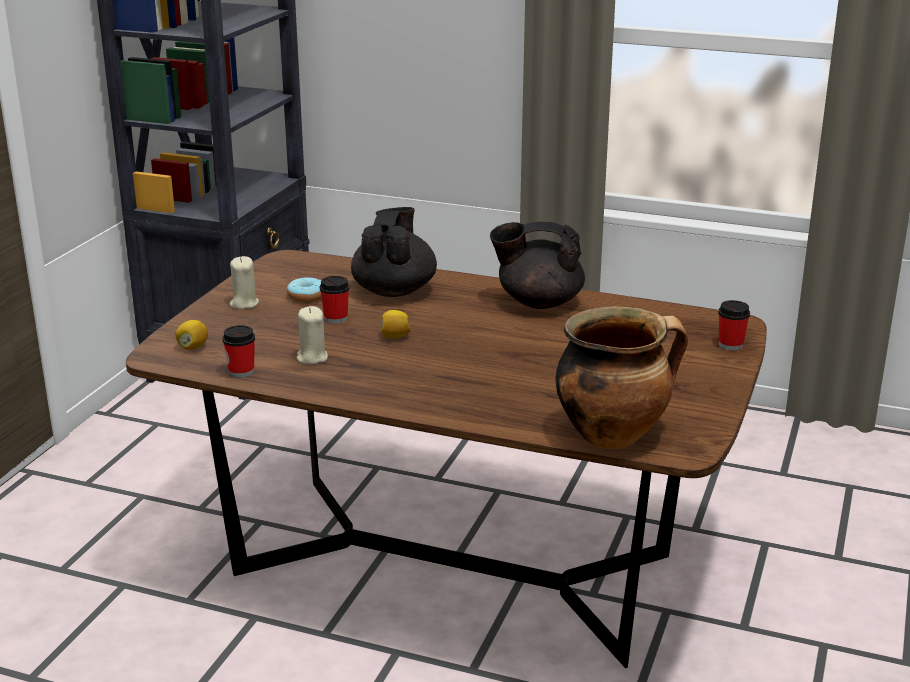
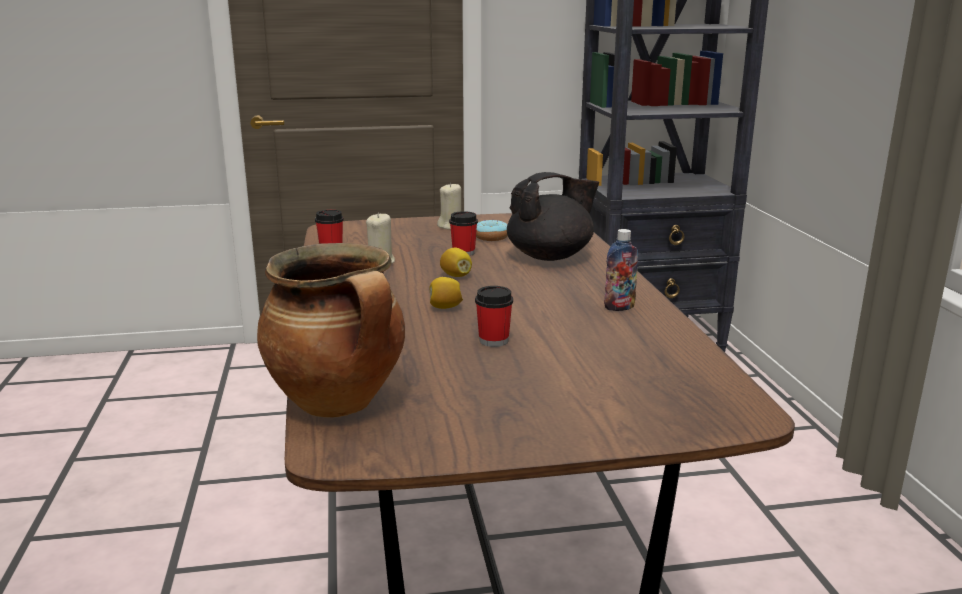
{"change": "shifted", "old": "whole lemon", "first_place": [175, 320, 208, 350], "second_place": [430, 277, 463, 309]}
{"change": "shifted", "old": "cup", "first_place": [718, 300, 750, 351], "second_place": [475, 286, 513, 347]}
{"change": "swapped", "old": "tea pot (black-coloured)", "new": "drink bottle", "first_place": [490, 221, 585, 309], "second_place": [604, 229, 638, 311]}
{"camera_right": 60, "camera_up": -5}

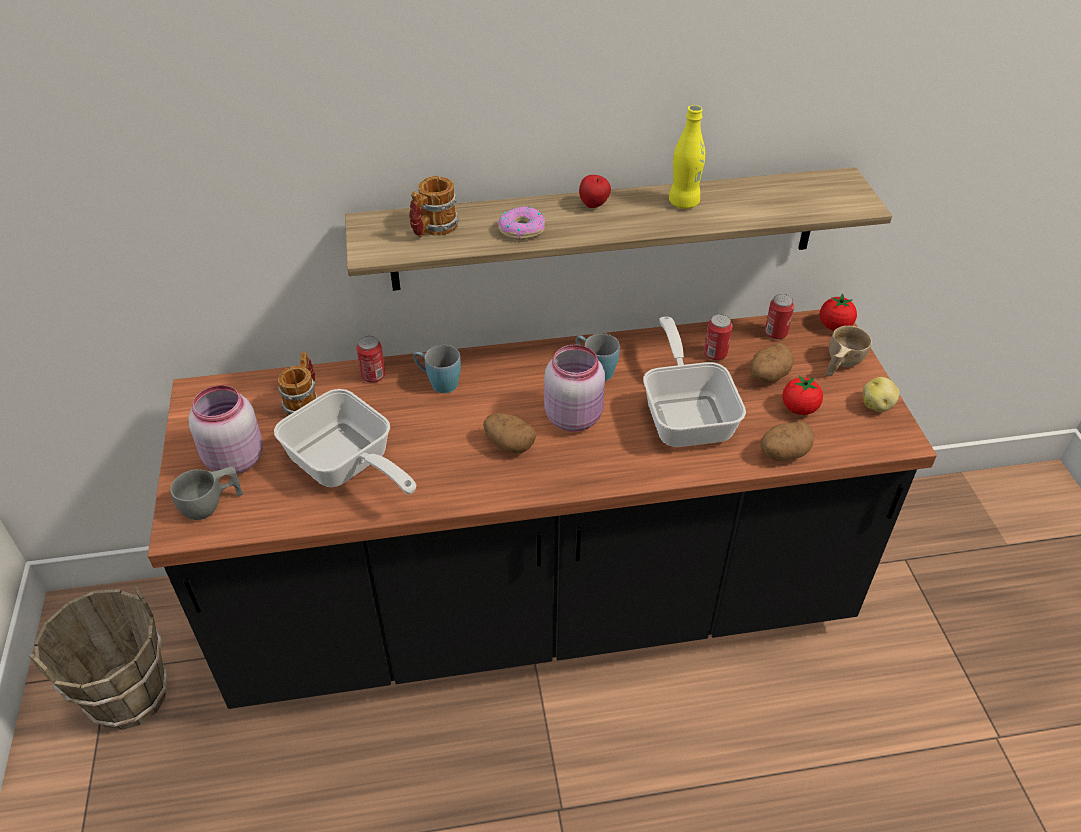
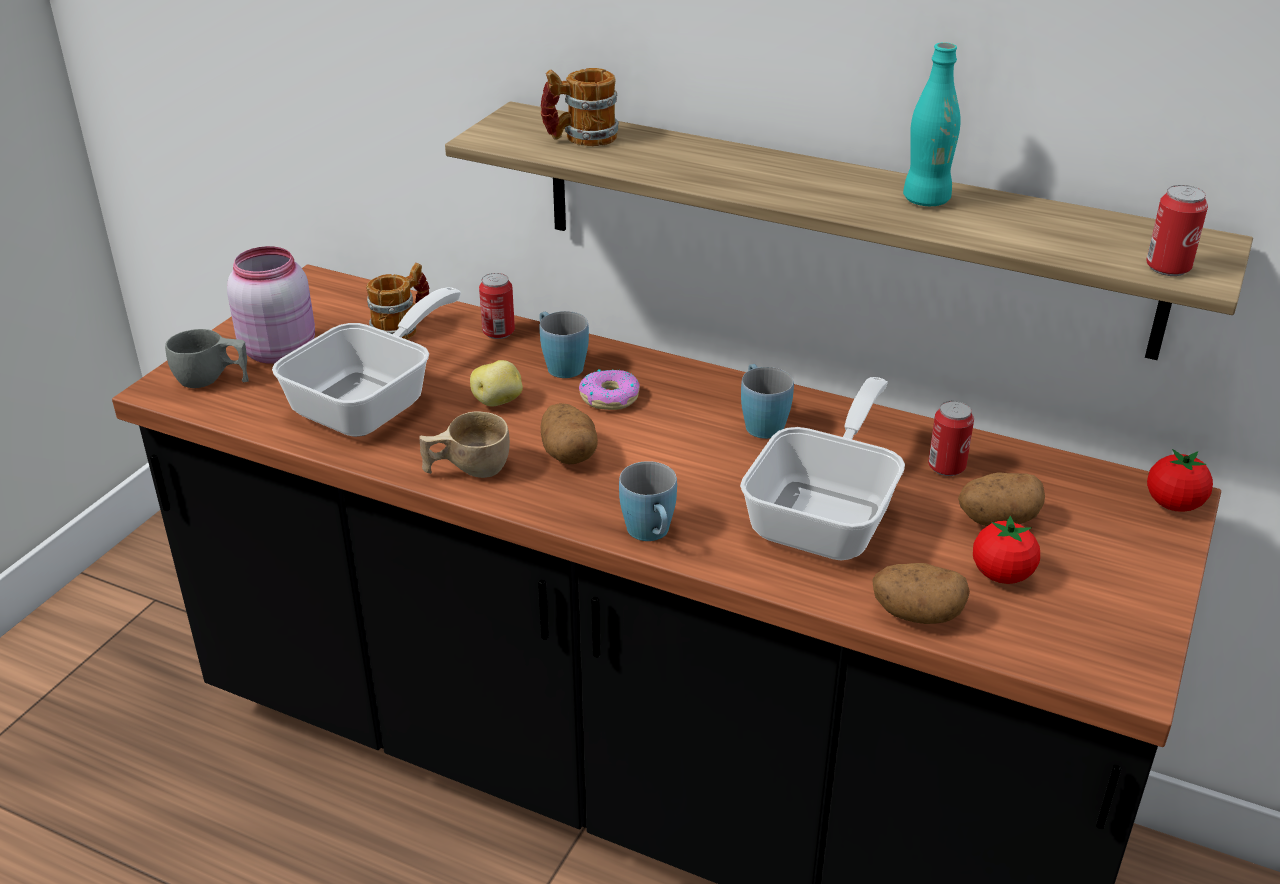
{"change": "gone", "old": "pail (brown)", "first_place": [29, 585, 168, 730]}
{"change": "gone", "old": "preserve jar (pink)", "first_place": [544, 345, 605, 432]}
{"change": "gone", "old": "apple fruit", "first_place": [579, 175, 611, 208]}
{"change": "new", "new": "coffee mug (blue)", "second_place": [619, 461, 677, 541]}
{"change": "shifted", "old": "ring doughnut", "first_place": [498, 206, 545, 240], "second_place": [579, 369, 640, 410]}
{"change": "shifted", "old": "sealed can", "first_place": [765, 294, 794, 340], "second_place": [1146, 185, 1208, 276]}
{"change": "shifted", "old": "cup (sand-coloured)", "first_place": [825, 326, 872, 376], "second_place": [419, 412, 510, 478]}
{"change": "shifted", "old": "whole potato", "first_place": [863, 377, 900, 412], "second_place": [470, 360, 523, 407]}
{"change": "repainted", "old": "drink bottle (yellow-coloured)", "new": "drink bottle (turquoise-coloured)", "first_place": [669, 105, 705, 209], "second_place": [903, 43, 961, 206]}
{"change": "rotated", "old": "skillet", "first_place": [274, 389, 416, 495], "second_place": [272, 287, 461, 437], "degrees": -135}
{"camera_right": 35, "camera_up": -10}

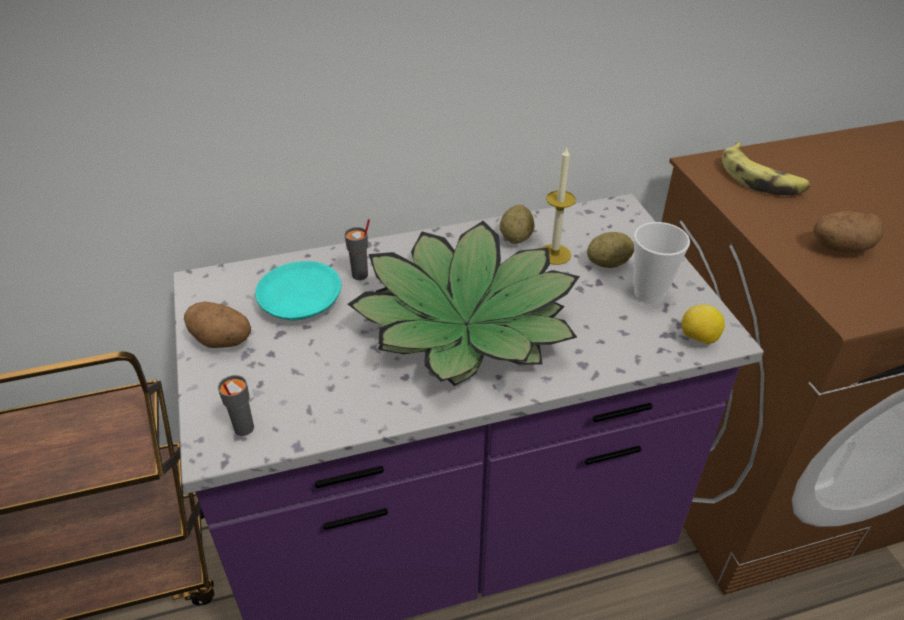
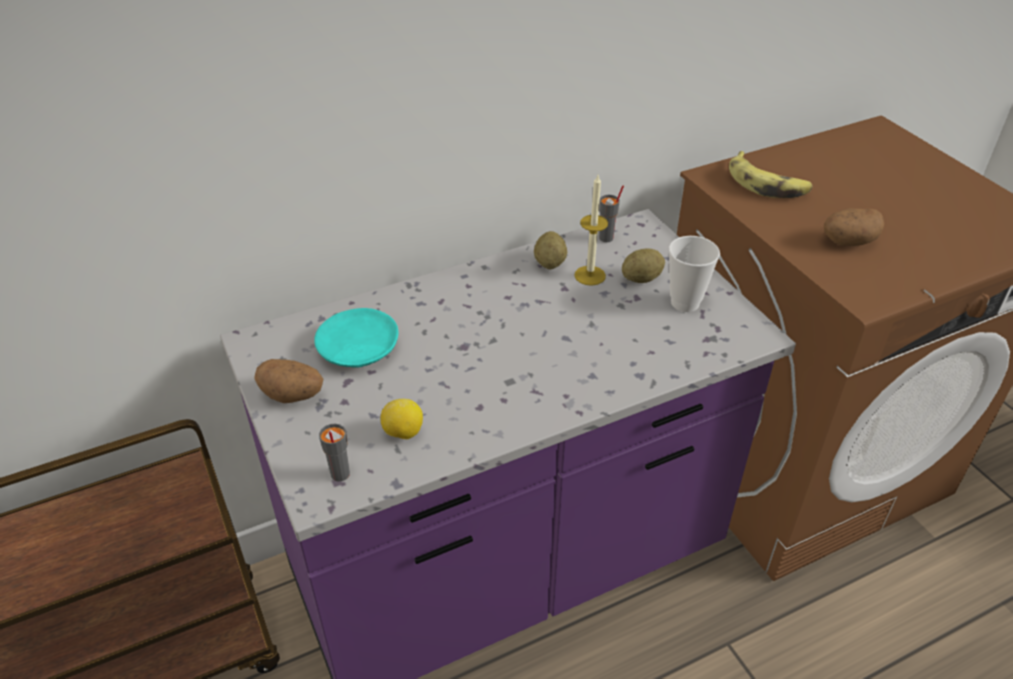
{"change": "gone", "old": "plant in a pot", "first_place": [348, 221, 580, 386]}
{"change": "shifted", "old": "cup (greyish)", "first_place": [344, 219, 370, 280], "second_place": [599, 186, 624, 242]}
{"change": "shifted", "old": "whole lemon", "first_place": [682, 305, 725, 345], "second_place": [381, 399, 423, 439]}
{"camera_right": -10, "camera_up": 0}

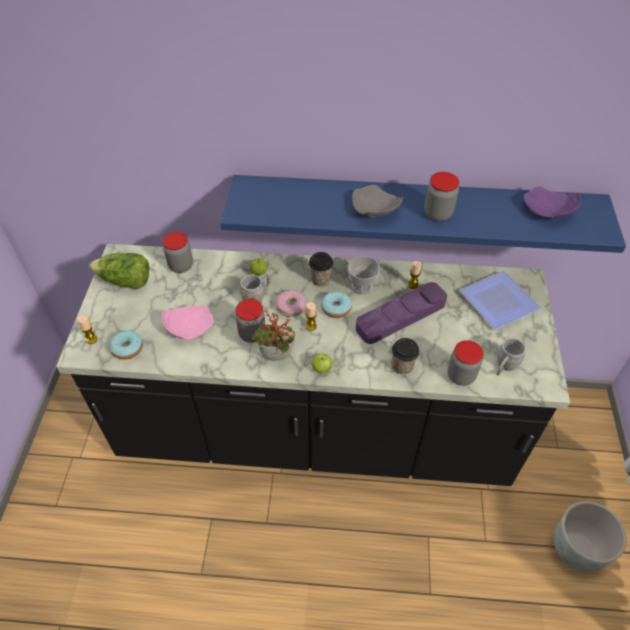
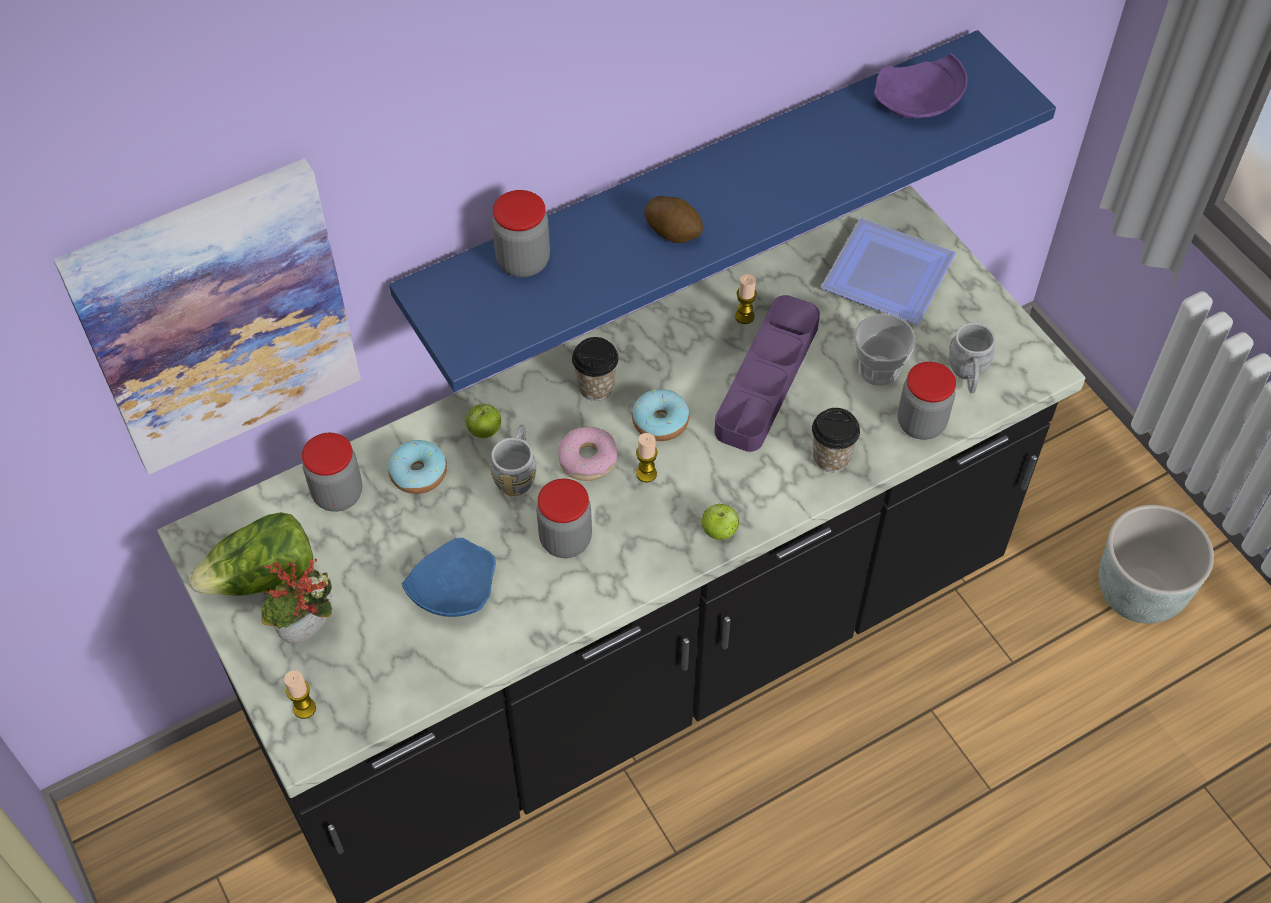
{"change": "new", "new": "wall picture", "second_place": [53, 158, 361, 475]}
{"change": "shifted", "old": "ring doughnut", "first_place": [109, 330, 143, 360], "second_place": [388, 440, 447, 494]}
{"change": "shifted", "old": "plant in a pot", "first_place": [252, 310, 295, 361], "second_place": [261, 558, 332, 644]}
{"change": "shifted", "old": "cup", "first_place": [348, 256, 380, 295], "second_place": [854, 314, 916, 386]}
{"change": "shifted", "old": "preserve jar", "first_place": [424, 172, 459, 221], "second_place": [492, 190, 550, 277]}
{"change": "swapped", "old": "dinner plate (greyish)", "new": "whole potato", "first_place": [352, 185, 403, 217], "second_place": [645, 196, 703, 243]}
{"change": "repainted", "old": "dinner plate (pink)", "new": "dinner plate (blue)", "first_place": [162, 306, 213, 339], "second_place": [401, 538, 496, 617]}
{"camera_right": -35, "camera_up": 5}

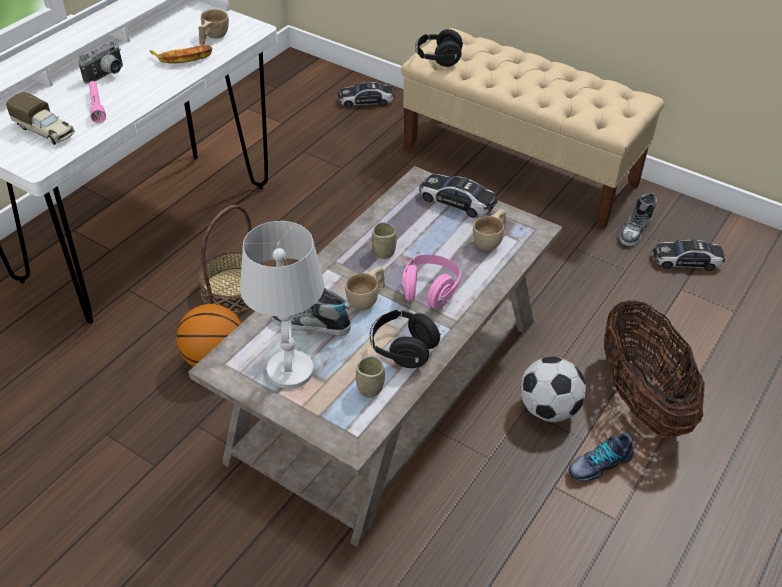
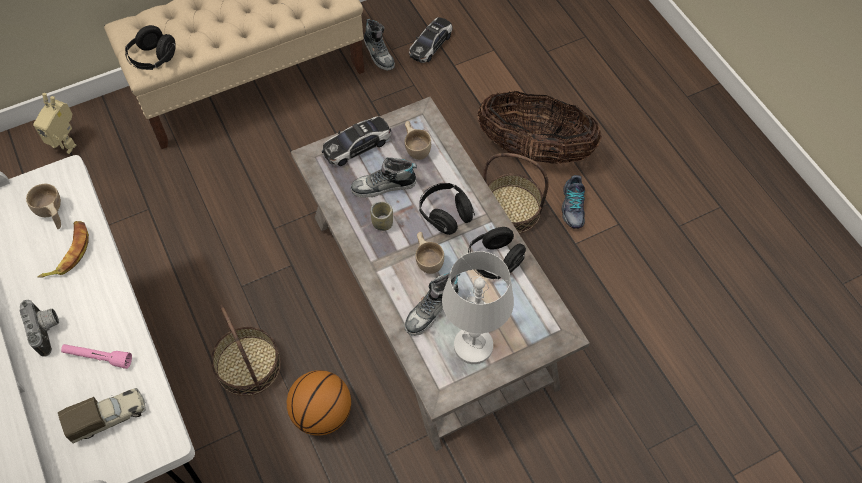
{"change": "gone", "old": "cup", "first_place": [356, 356, 385, 398]}
{"change": "new", "new": "item of footwear", "second_place": [351, 157, 417, 198]}
{"change": "swapped", "old": "toy car", "new": "robot figure", "first_place": [338, 81, 395, 108], "second_place": [33, 93, 76, 154]}
{"change": "swapped", "old": "football ball", "new": "storage basket", "first_place": [521, 356, 586, 422], "second_place": [483, 153, 549, 234]}
{"change": "repainted", "old": "headphones (pink)", "new": "headphones (black-coloured)", "first_place": [401, 255, 461, 309], "second_place": [419, 183, 475, 235]}
{"camera_right": -60, "camera_up": 15}

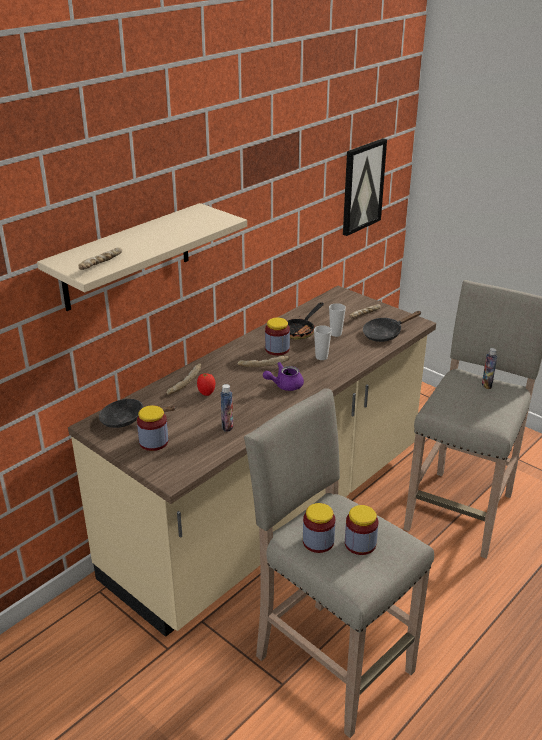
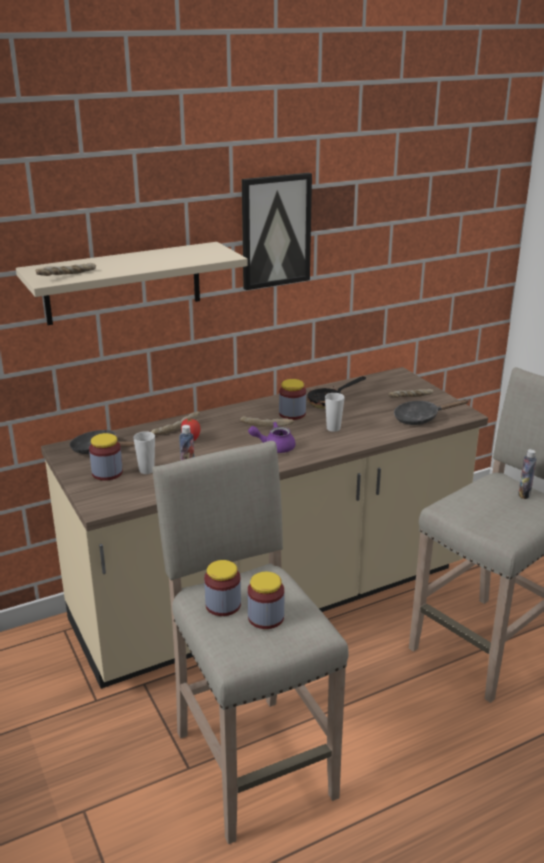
{"change": "shifted", "old": "cup", "first_place": [329, 303, 346, 337], "second_place": [133, 432, 155, 474]}
{"change": "shifted", "old": "wall picture", "first_place": [343, 138, 387, 236], "second_place": [242, 173, 312, 290]}
{"camera_right": 20, "camera_up": -5}

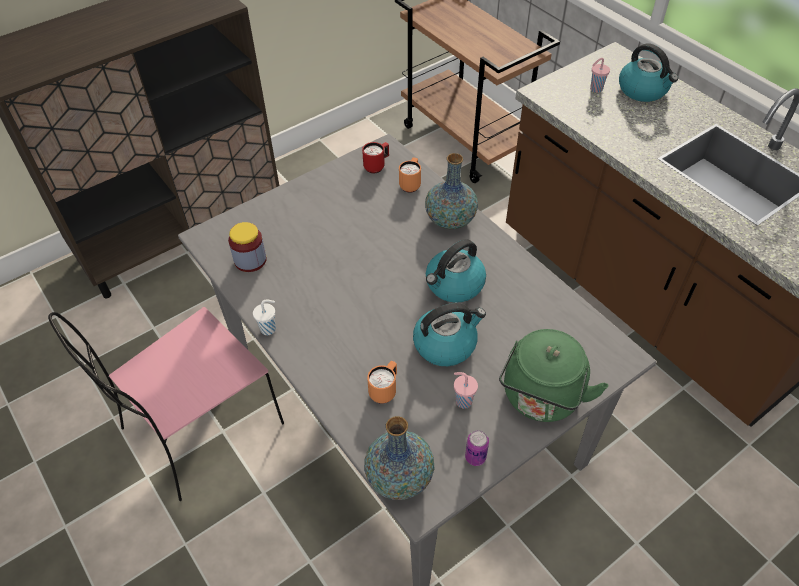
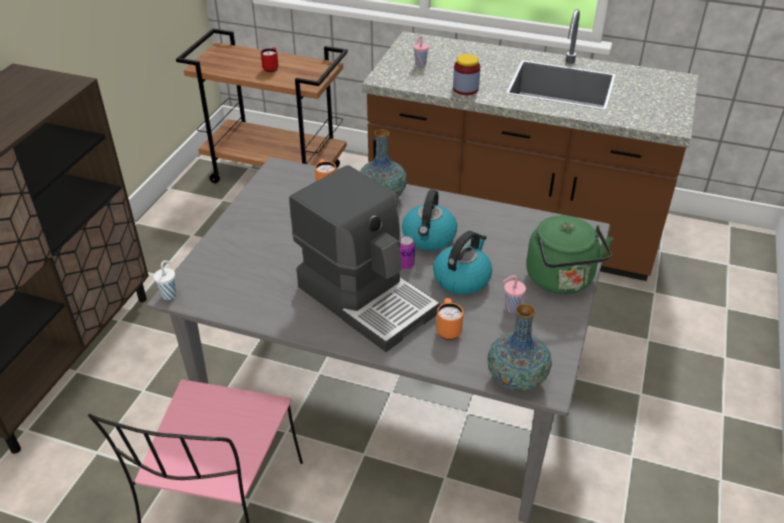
{"change": "gone", "old": "water kettle", "first_place": [619, 44, 678, 102]}
{"change": "new", "new": "coffee brewer", "second_place": [289, 165, 440, 352]}
{"change": "shifted", "old": "preserve jar", "first_place": [228, 222, 267, 272], "second_place": [453, 54, 480, 95]}
{"change": "shifted", "old": "cup (whitish)", "first_place": [253, 299, 276, 335], "second_place": [153, 260, 176, 300]}
{"change": "shifted", "old": "coffee mug (reddish)", "first_place": [362, 142, 389, 173], "second_place": [260, 47, 279, 72]}
{"change": "shifted", "old": "sealed can", "first_place": [465, 430, 489, 466], "second_place": [399, 236, 415, 269]}
{"camera_right": -35, "camera_up": -10}

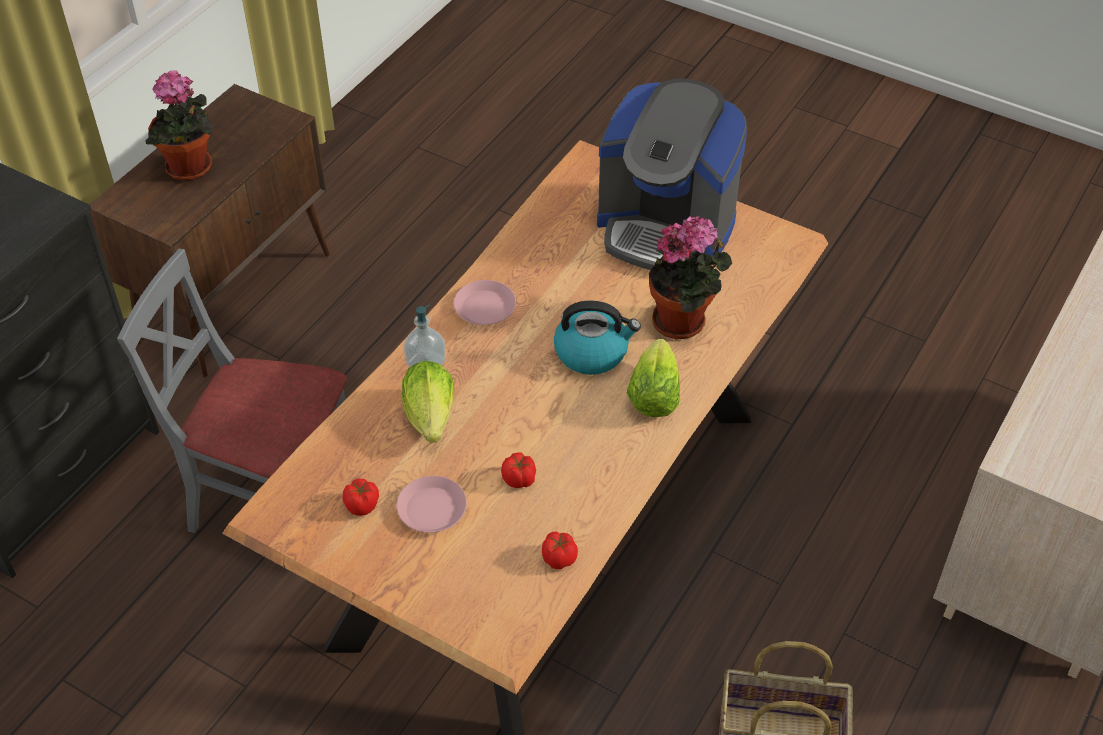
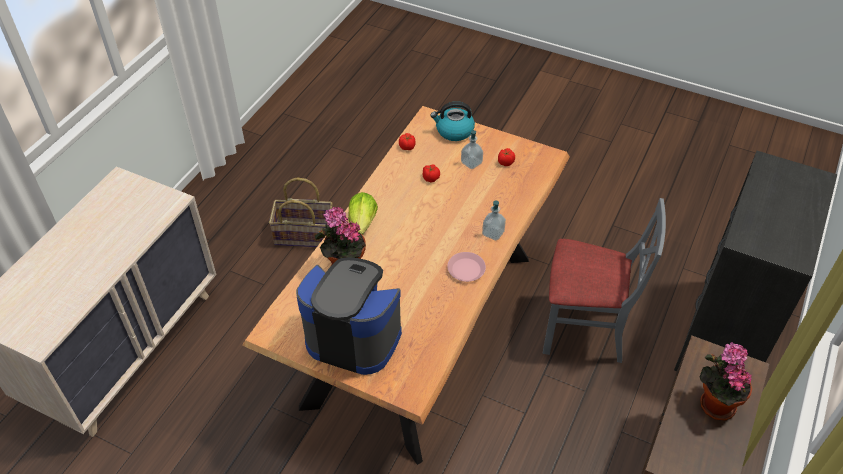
{"change": "gone", "old": "lettuce", "first_place": [402, 361, 454, 443]}
{"change": "shifted", "old": "water kettle", "first_place": [554, 301, 641, 375], "second_place": [430, 101, 475, 141]}
{"change": "swapped", "old": "dinner plate (pink)", "new": "soap bottle", "first_place": [396, 476, 467, 533], "second_place": [461, 130, 483, 169]}
{"camera_right": 175, "camera_up": 0}

